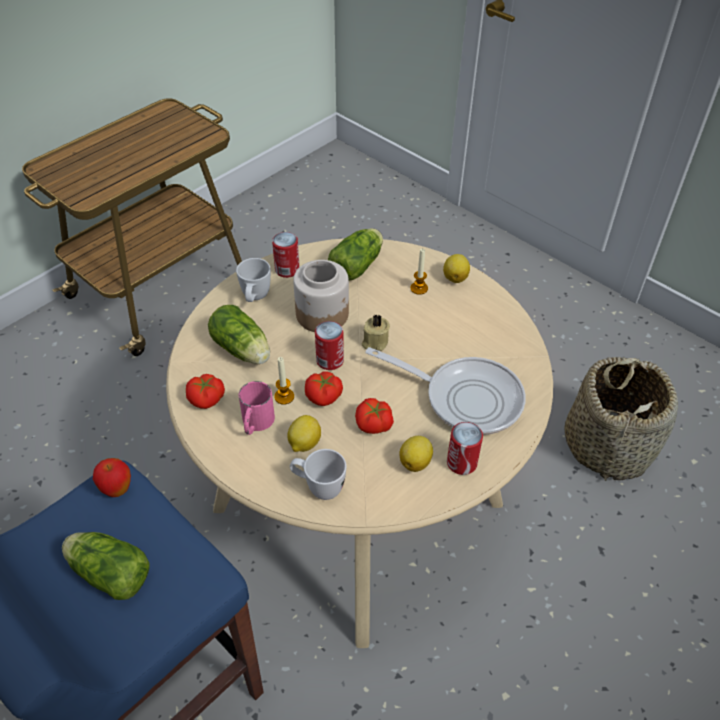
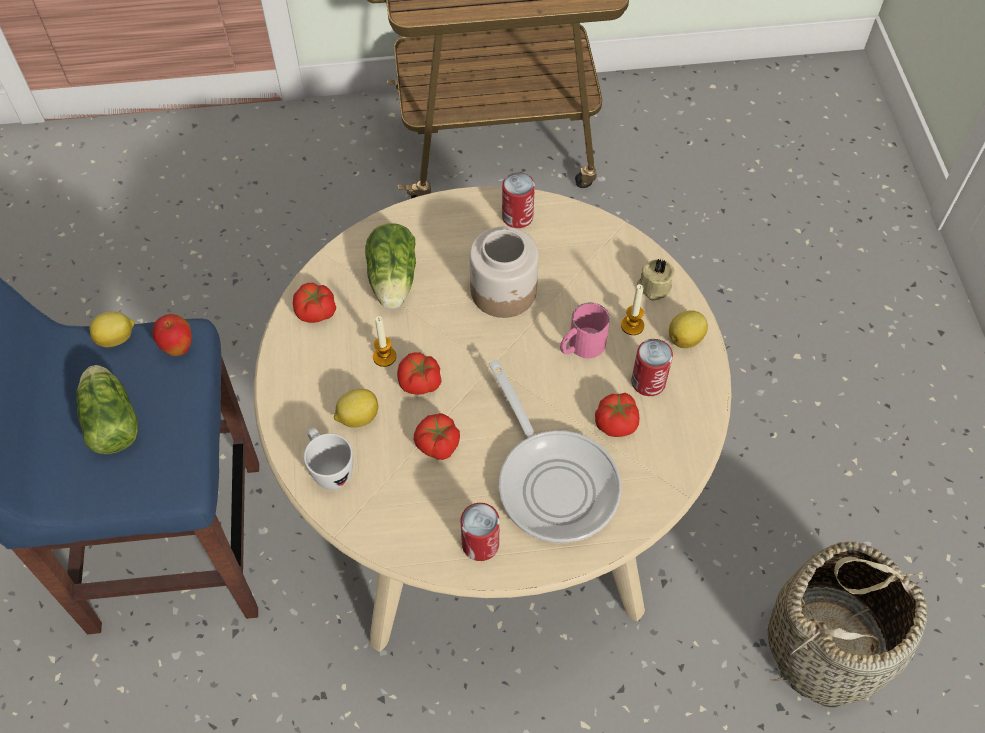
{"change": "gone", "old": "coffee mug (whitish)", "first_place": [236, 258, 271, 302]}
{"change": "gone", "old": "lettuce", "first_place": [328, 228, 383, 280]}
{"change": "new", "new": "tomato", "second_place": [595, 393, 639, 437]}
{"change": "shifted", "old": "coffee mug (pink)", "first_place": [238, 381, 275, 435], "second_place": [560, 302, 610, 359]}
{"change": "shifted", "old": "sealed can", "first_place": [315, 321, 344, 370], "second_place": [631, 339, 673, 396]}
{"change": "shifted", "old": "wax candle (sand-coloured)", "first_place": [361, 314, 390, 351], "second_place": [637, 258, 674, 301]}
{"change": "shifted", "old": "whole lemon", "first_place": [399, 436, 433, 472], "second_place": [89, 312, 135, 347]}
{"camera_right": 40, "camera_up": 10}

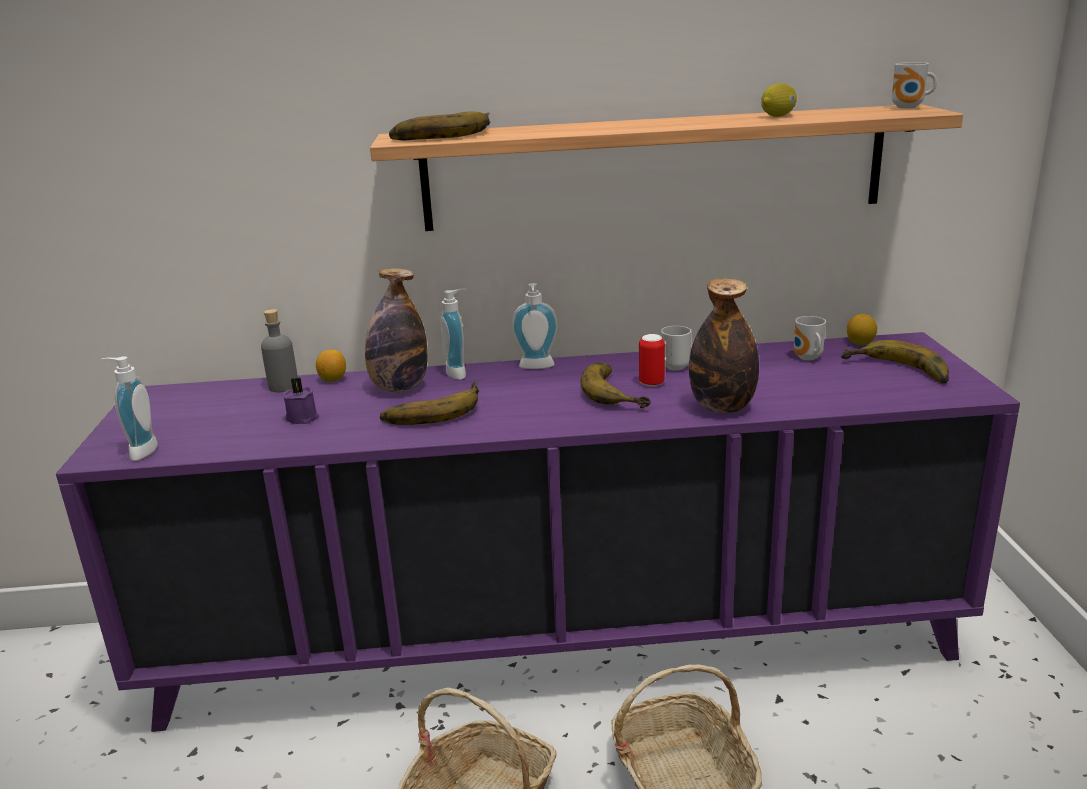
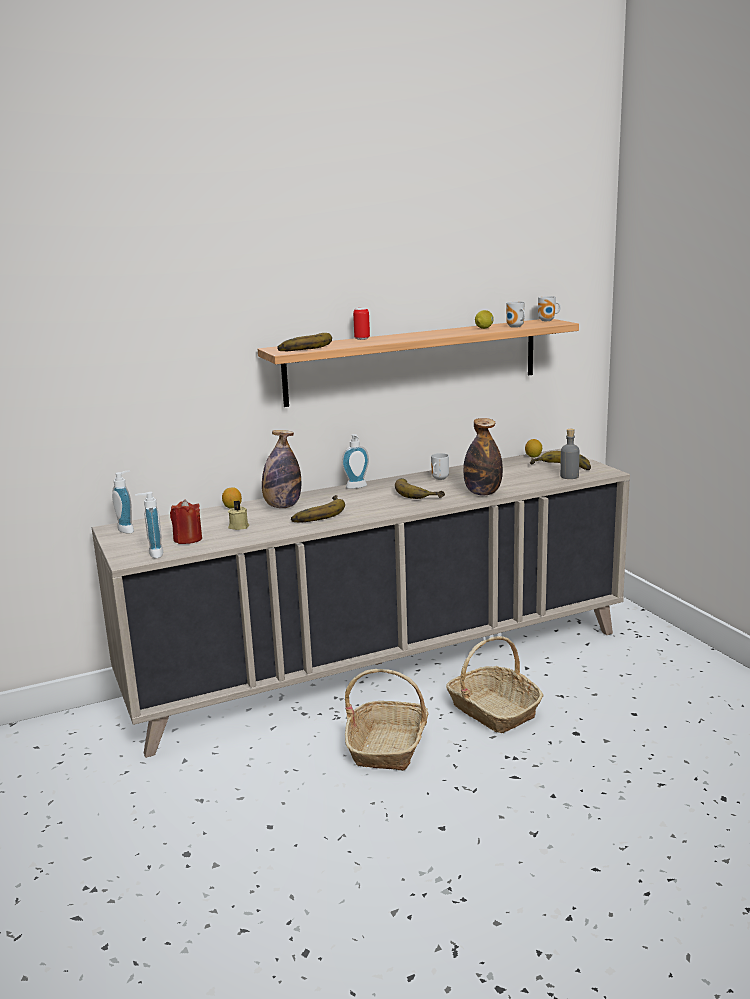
{"change": "new", "new": "wax candle (reddish)", "second_place": [170, 499, 202, 544]}
{"change": "shifted", "old": "drink bottle (greyish)", "first_place": [261, 309, 298, 392], "second_place": [560, 429, 580, 479]}
{"change": "shifted", "old": "soap bottle", "first_place": [440, 289, 467, 380], "second_place": [112, 470, 134, 534]}
{"change": "shifted", "old": "sealed can", "first_place": [639, 334, 665, 387], "second_place": [353, 308, 370, 340]}
{"change": "shifted", "old": "coffee mug", "first_place": [794, 316, 826, 360], "second_place": [506, 301, 525, 328]}
{"change": "repainted", "old": "cupboard (purple)", "new": "cupboard (sand-coloured)", "first_place": [56, 332, 1020, 732], "second_place": [92, 449, 630, 758]}
{"change": "repainted", "old": "wax candle (purple)", "new": "wax candle (sand-coloured)", "first_place": [282, 377, 319, 424], "second_place": [228, 501, 249, 530]}
{"camera_right": -20, "camera_up": -5}

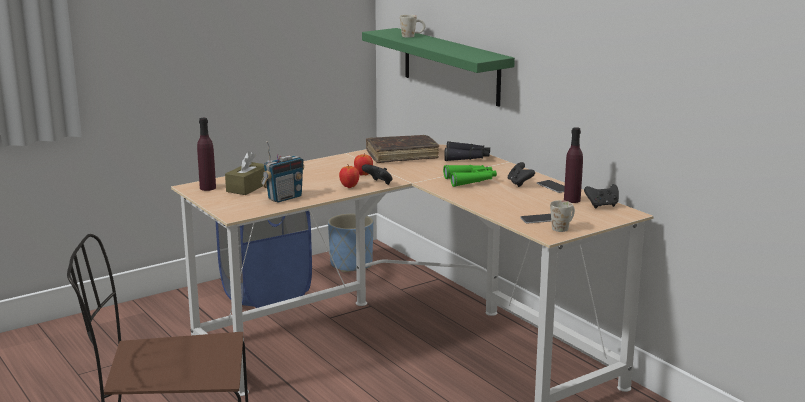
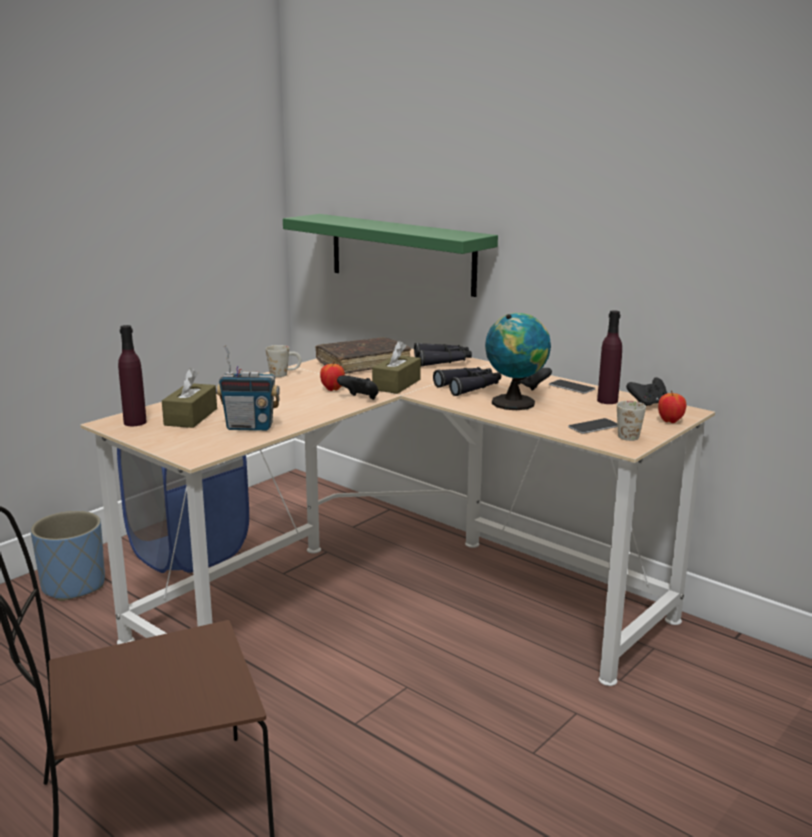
{"change": "new", "new": "tissue box (brown)", "second_place": [372, 341, 421, 394]}
{"change": "new", "new": "globe", "second_place": [485, 313, 551, 410]}
{"change": "shifted", "old": "plant pot (blue)", "first_place": [328, 213, 373, 272], "second_place": [30, 511, 105, 601]}
{"change": "shifted", "old": "apple fruit", "first_place": [339, 164, 359, 188], "second_place": [658, 390, 686, 423]}
{"change": "shifted", "old": "coffee mug (whitish)", "first_place": [400, 15, 426, 38], "second_place": [266, 345, 302, 377]}
{"change": "repainted", "old": "pair of binoculars (green)", "new": "pair of binoculars (black-coloured)", "first_place": [443, 165, 497, 187], "second_place": [433, 367, 501, 396]}
{"change": "rotated", "old": "radio set", "first_place": [261, 141, 304, 203], "second_place": [216, 345, 280, 431], "degrees": 60}
{"camera_right": -15, "camera_up": 0}

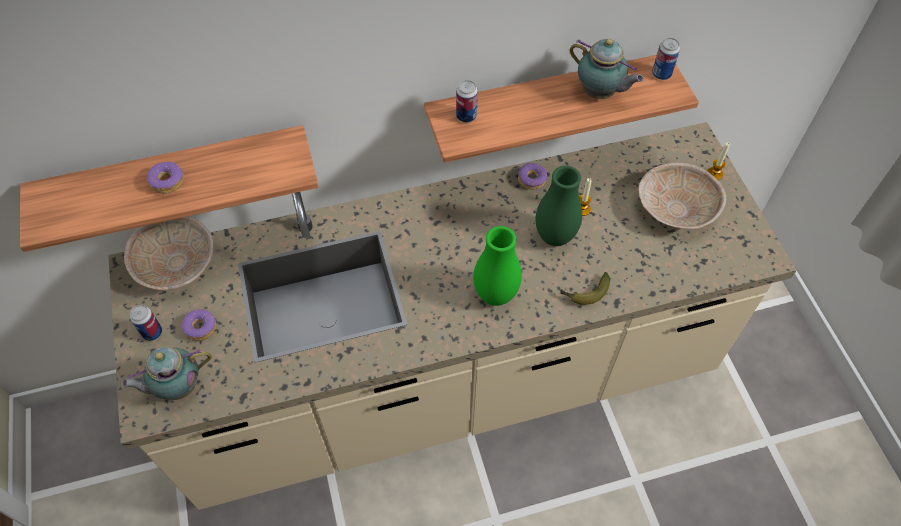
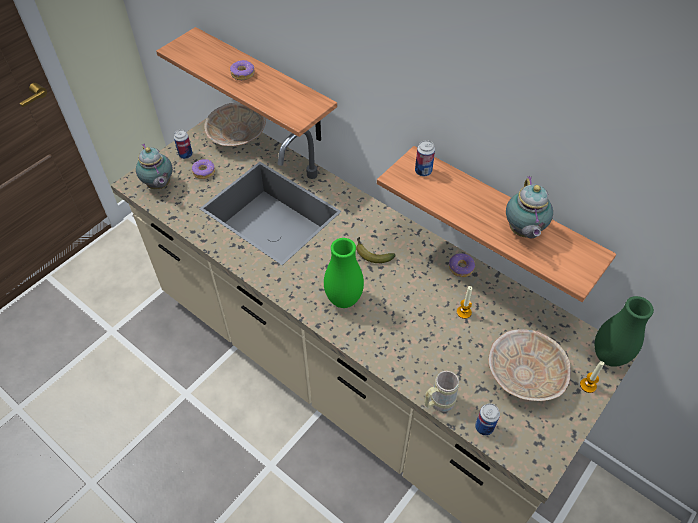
{"change": "new", "new": "coffee mug (sand-coloured)", "second_place": [424, 371, 459, 412]}
{"change": "shifted", "old": "flower vase (green)", "first_place": [535, 166, 582, 246], "second_place": [595, 296, 654, 367]}
{"change": "shifted", "old": "banana fruit", "first_place": [560, 272, 610, 305], "second_place": [356, 237, 396, 263]}
{"change": "shifted", "old": "sealed can", "first_place": [652, 38, 680, 80], "second_place": [475, 403, 500, 436]}
{"change": "rotated", "old": "tea pot", "first_place": [121, 346, 211, 400], "second_place": [136, 143, 173, 189], "degrees": -150}
{"camera_right": 55, "camera_up": -5}

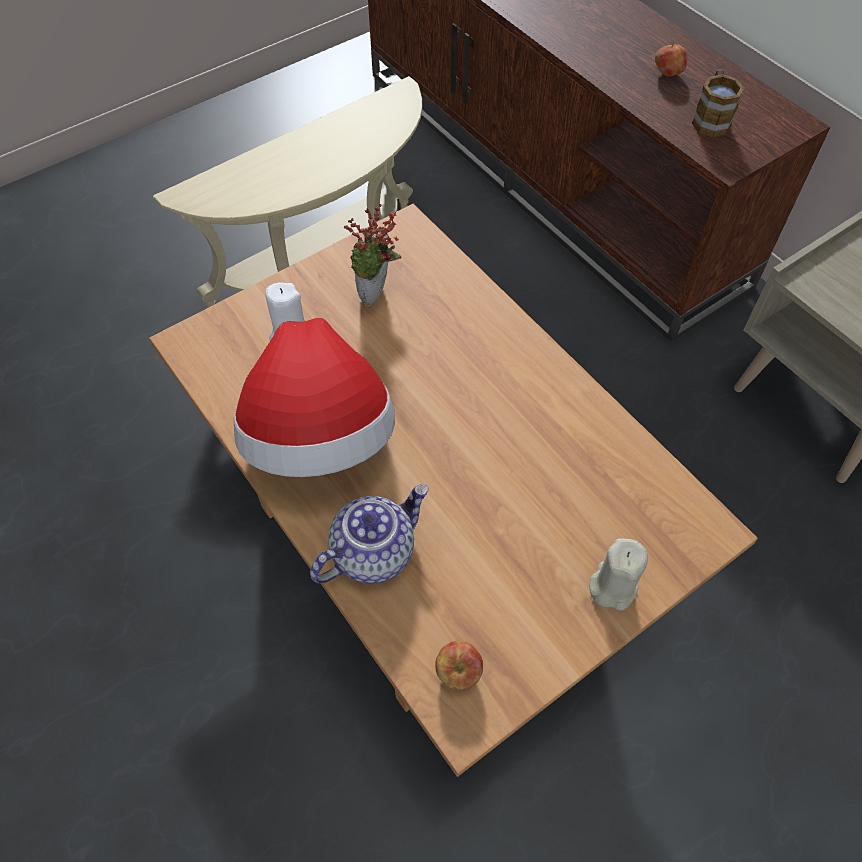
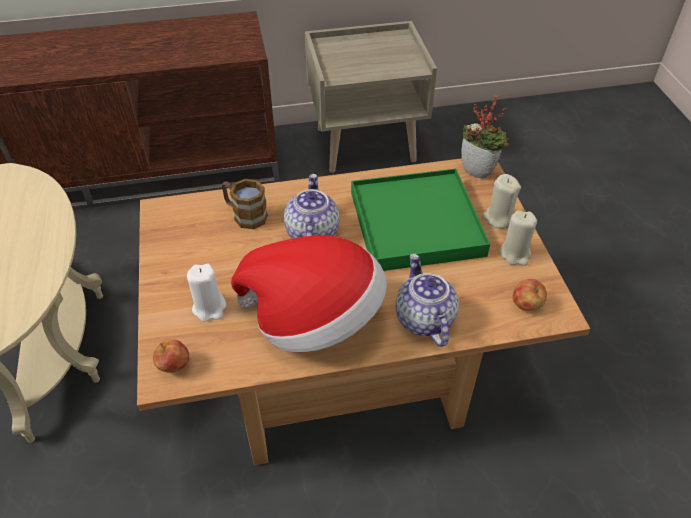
{"change": "new", "new": "tea pot", "second_place": [284, 174, 339, 239]}
{"change": "new", "new": "tray (green)", "second_place": [351, 169, 490, 271]}
{"change": "new", "new": "wax candle (sand-coloured)", "second_place": [500, 210, 537, 266]}
{"change": "shifted", "old": "plant in a pot", "first_place": [344, 204, 401, 306], "second_place": [461, 93, 509, 179]}
{"change": "shifted", "old": "apple fruit", "first_place": [655, 41, 687, 77], "second_place": [153, 339, 190, 373]}
{"change": "shifted", "old": "coffee mug", "first_place": [692, 69, 745, 138], "second_place": [222, 179, 268, 229]}
{"camera_right": -65, "camera_up": -10}

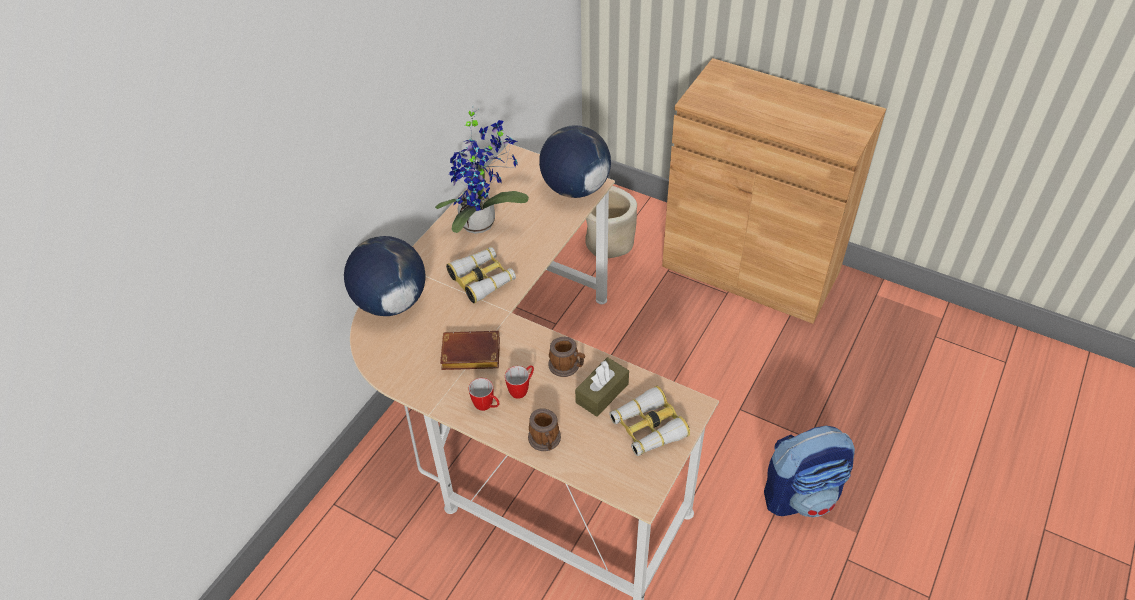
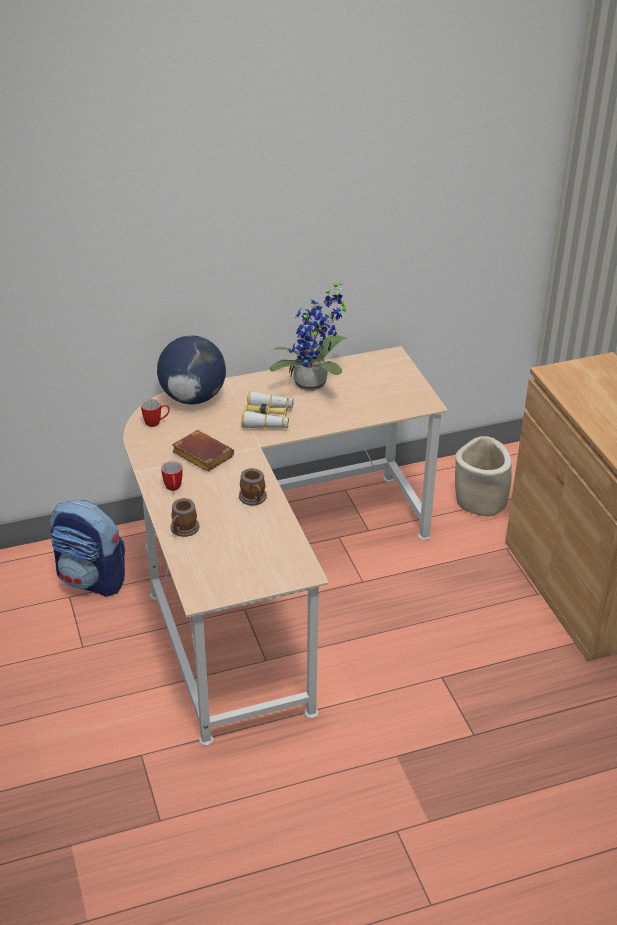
{"change": "gone", "old": "globe", "first_place": [539, 126, 611, 198]}
{"change": "gone", "old": "tissue box (brown)", "first_place": [575, 357, 629, 417]}
{"change": "gone", "old": "pair of binoculars", "first_place": [609, 386, 690, 456]}
{"change": "shifted", "old": "coffee mug", "first_place": [505, 365, 534, 399], "second_place": [141, 399, 170, 427]}
{"change": "shifted", "old": "rucksack", "first_place": [764, 426, 855, 517], "second_place": [50, 500, 125, 597]}
{"camera_right": 40, "camera_up": -10}

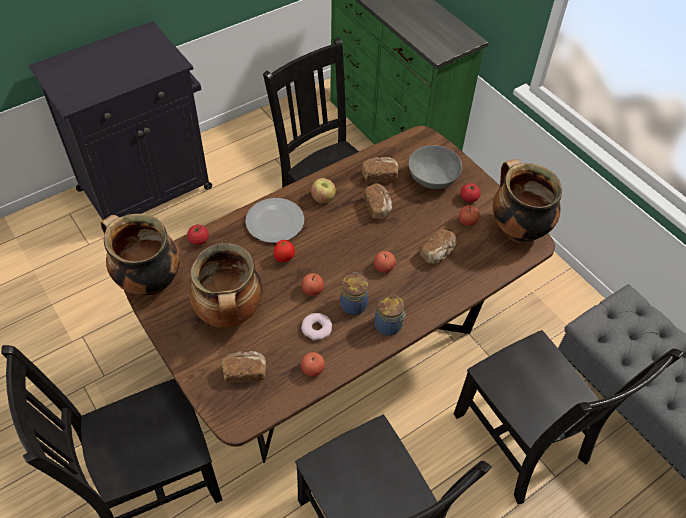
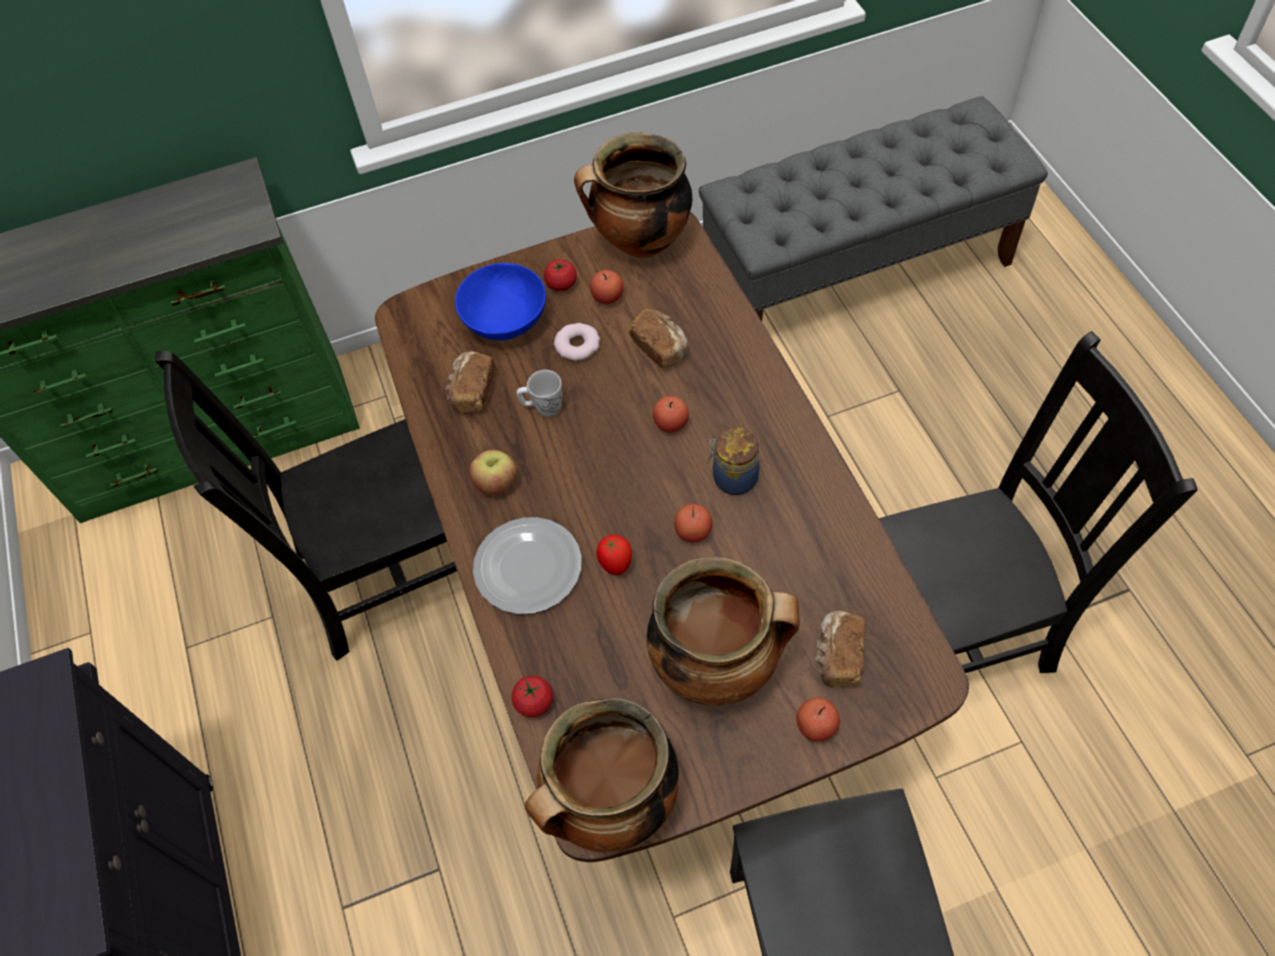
{"change": "gone", "old": "preserve jar", "first_place": [374, 294, 406, 336]}
{"change": "gone", "old": "chair (black-coloured)", "first_place": [454, 330, 684, 504]}
{"change": "shifted", "old": "ring doughnut", "first_place": [301, 313, 332, 340], "second_place": [554, 323, 600, 361]}
{"change": "shifted", "old": "apple fruit", "first_place": [301, 352, 325, 377], "second_place": [796, 698, 840, 741]}
{"change": "swapped", "old": "bakery bread", "new": "coffee mug (whitish)", "first_place": [363, 183, 392, 219], "second_place": [516, 370, 562, 417]}
{"change": "repainted", "old": "deep dish (greyish)", "new": "deep dish (blue)", "first_place": [409, 145, 462, 189], "second_place": [455, 263, 546, 340]}
{"camera_right": -70, "camera_up": 5}

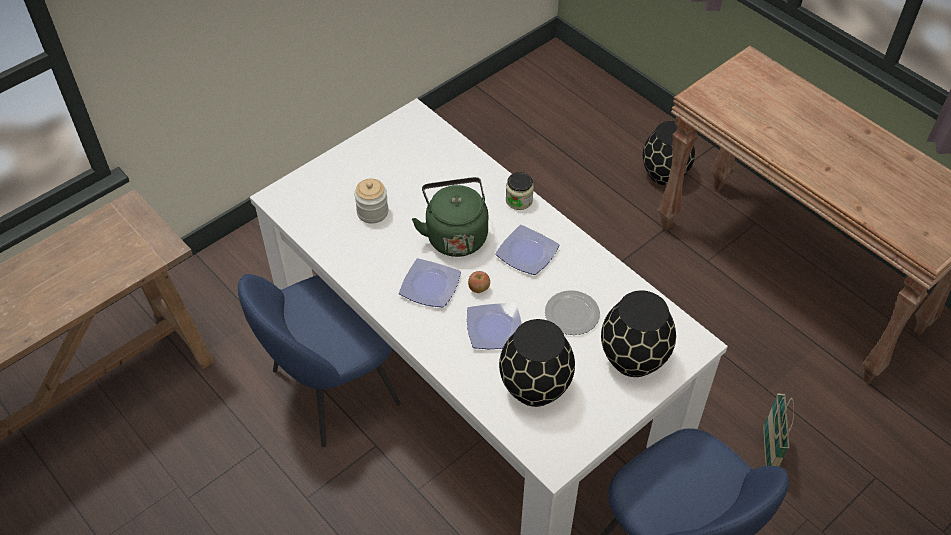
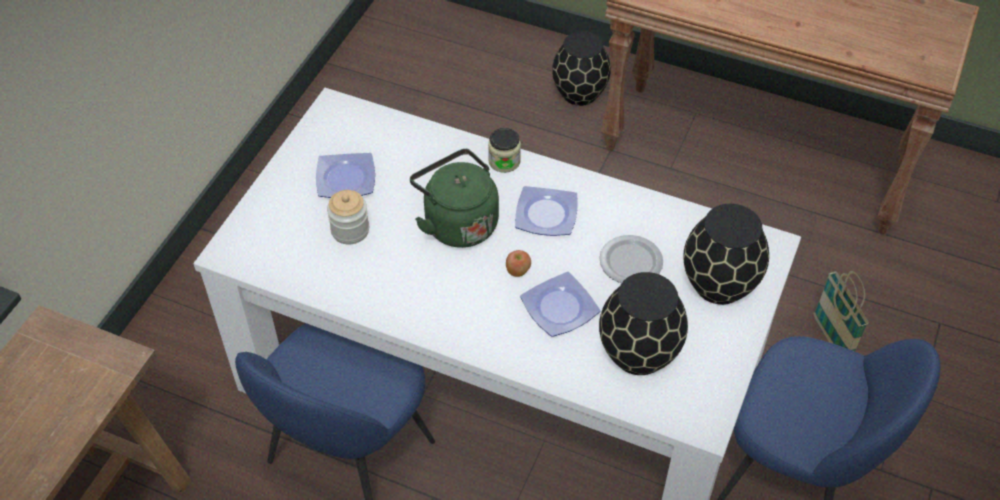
{"change": "shifted", "old": "dinner plate", "first_place": [399, 258, 461, 307], "second_place": [316, 153, 375, 198]}
{"camera_right": -25, "camera_up": 0}

